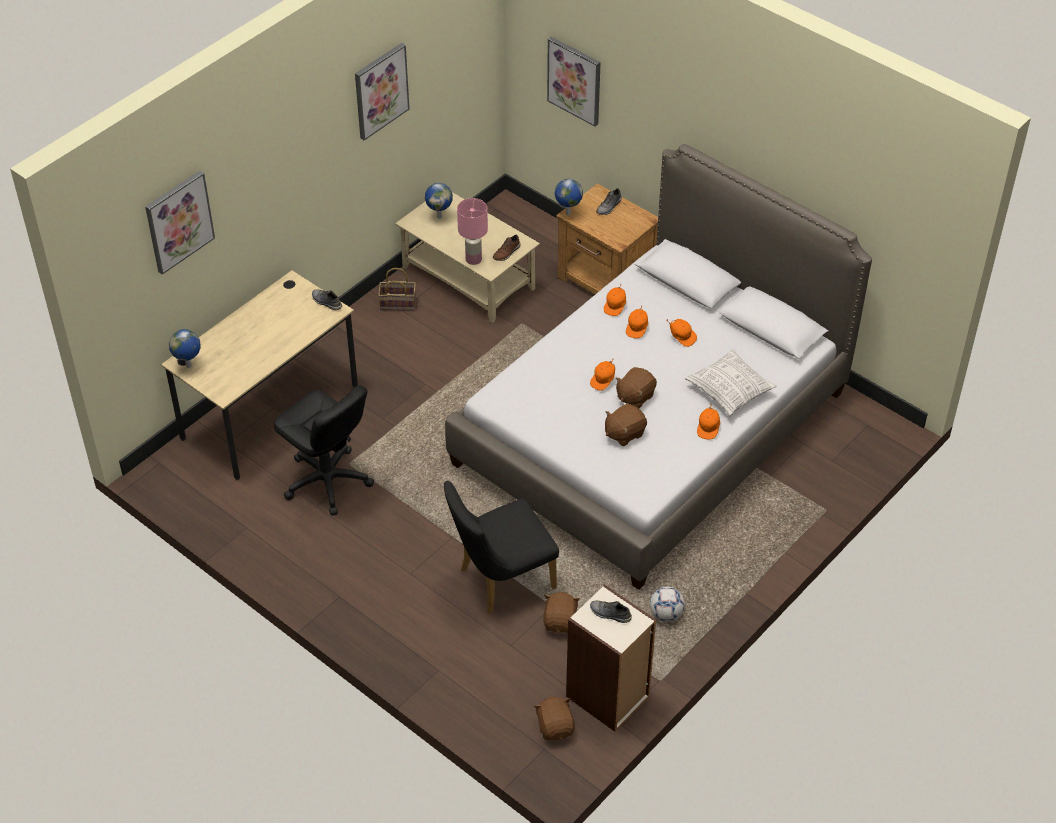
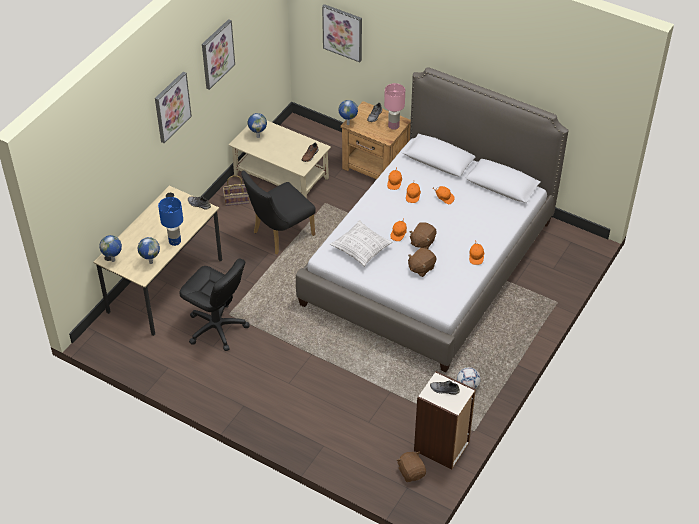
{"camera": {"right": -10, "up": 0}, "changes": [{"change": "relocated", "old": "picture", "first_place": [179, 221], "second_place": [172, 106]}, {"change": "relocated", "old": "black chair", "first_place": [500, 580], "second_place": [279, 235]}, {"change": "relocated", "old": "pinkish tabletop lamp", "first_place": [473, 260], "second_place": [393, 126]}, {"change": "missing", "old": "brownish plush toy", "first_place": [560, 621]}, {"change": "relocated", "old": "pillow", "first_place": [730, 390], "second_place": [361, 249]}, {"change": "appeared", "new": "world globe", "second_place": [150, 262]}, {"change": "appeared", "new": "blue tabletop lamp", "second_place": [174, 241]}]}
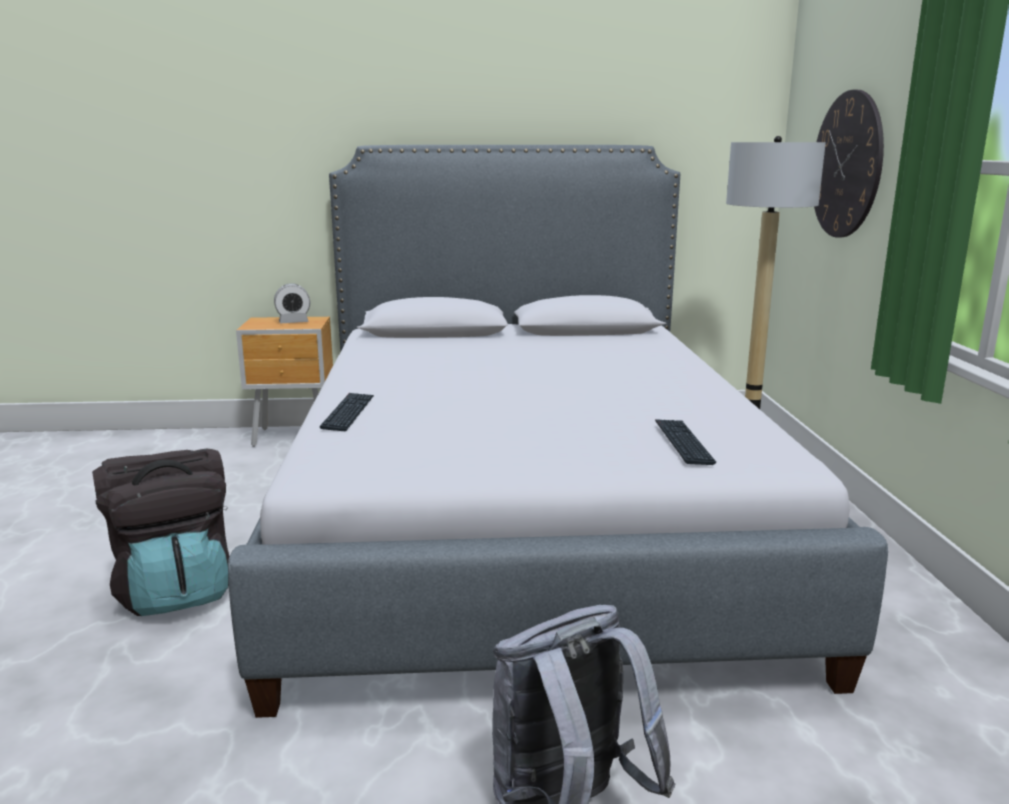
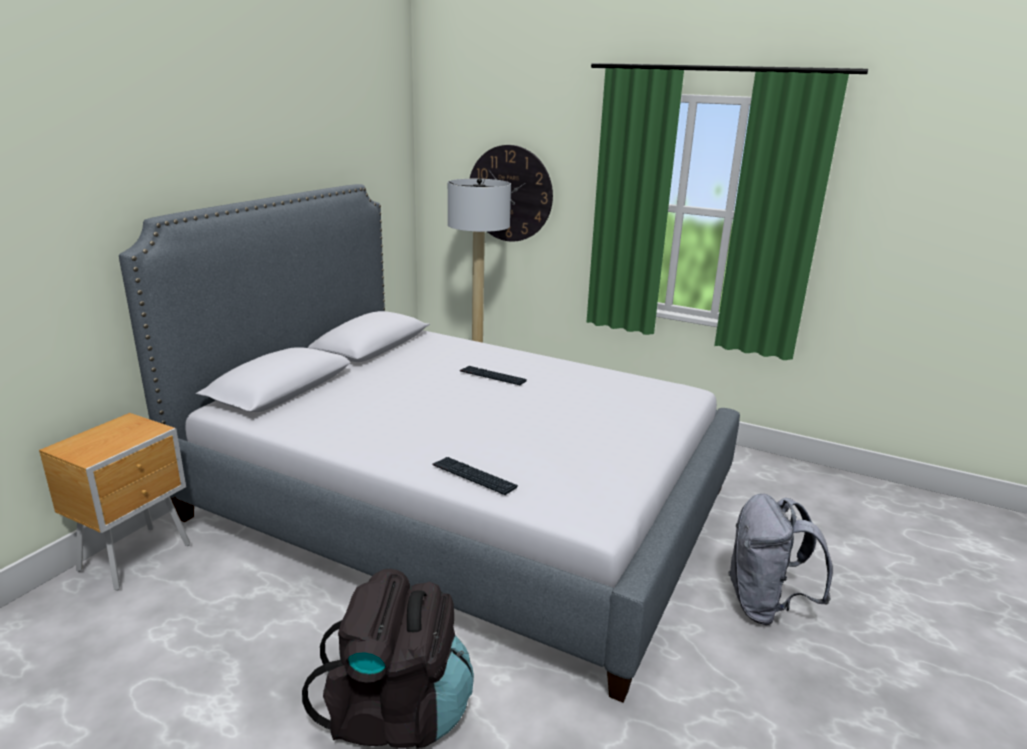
{"camera": {"right": -60, "up": 5}, "changes": [{"change": "missing", "old": "table clock", "first_place": [293, 322]}, {"change": "relocated", "old": "PC keyboard", "first_place": [683, 443], "second_place": [492, 376]}]}
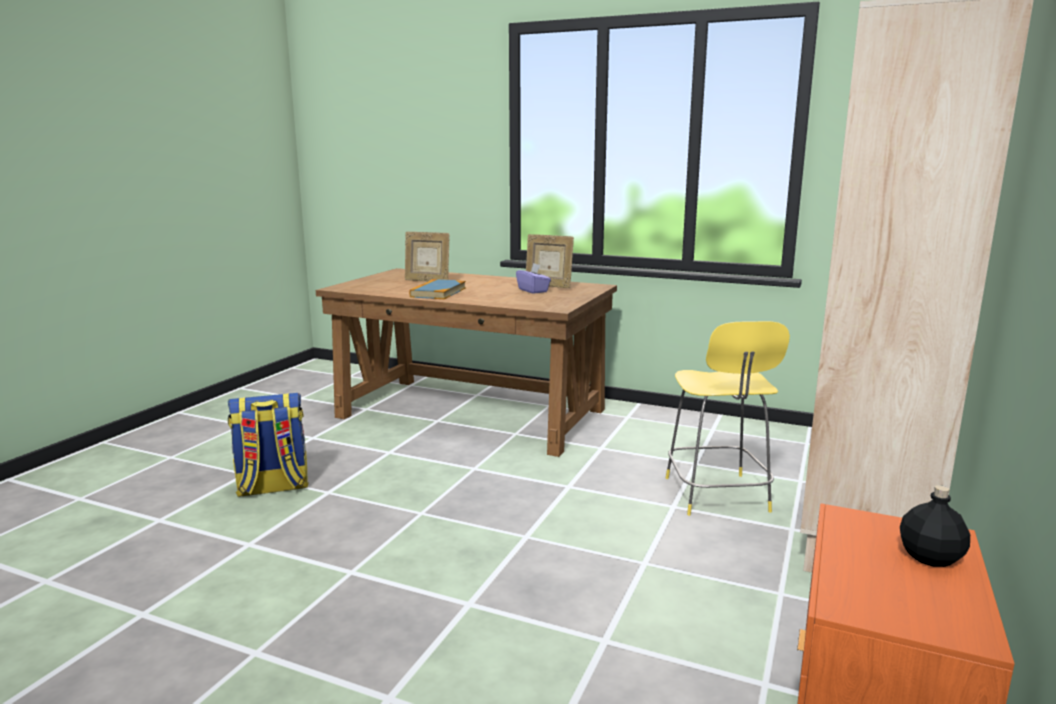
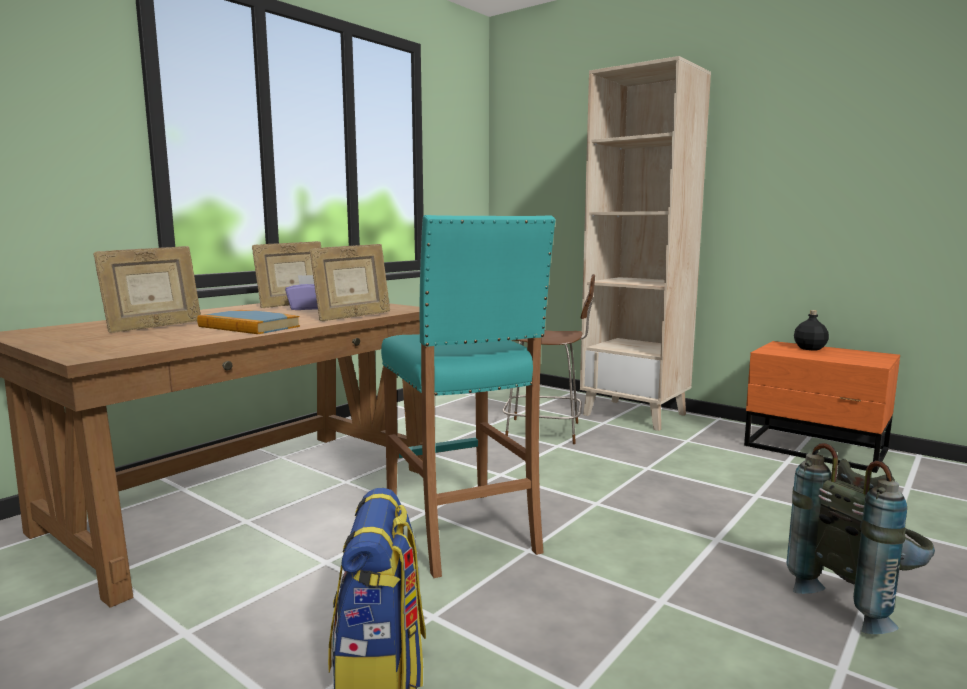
{"camera": {"right": -75, "up": -5}, "changes": [{"change": "colour", "old": "yellowish stool", "new": "brownish stool", "first_place": [717, 496], "second_place": [546, 431]}, {"change": "appeared", "new": "photo frame", "second_place": [353, 317]}, {"change": "appeared", "new": "turquoise-coloured stool", "second_place": [461, 532]}, {"change": "appeared", "new": "grey rucksack", "second_place": [858, 600]}]}
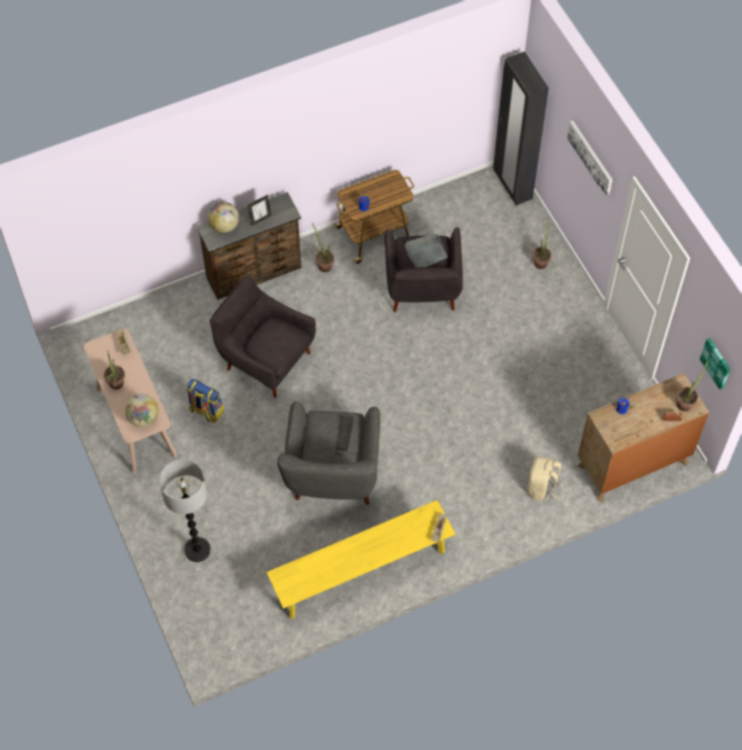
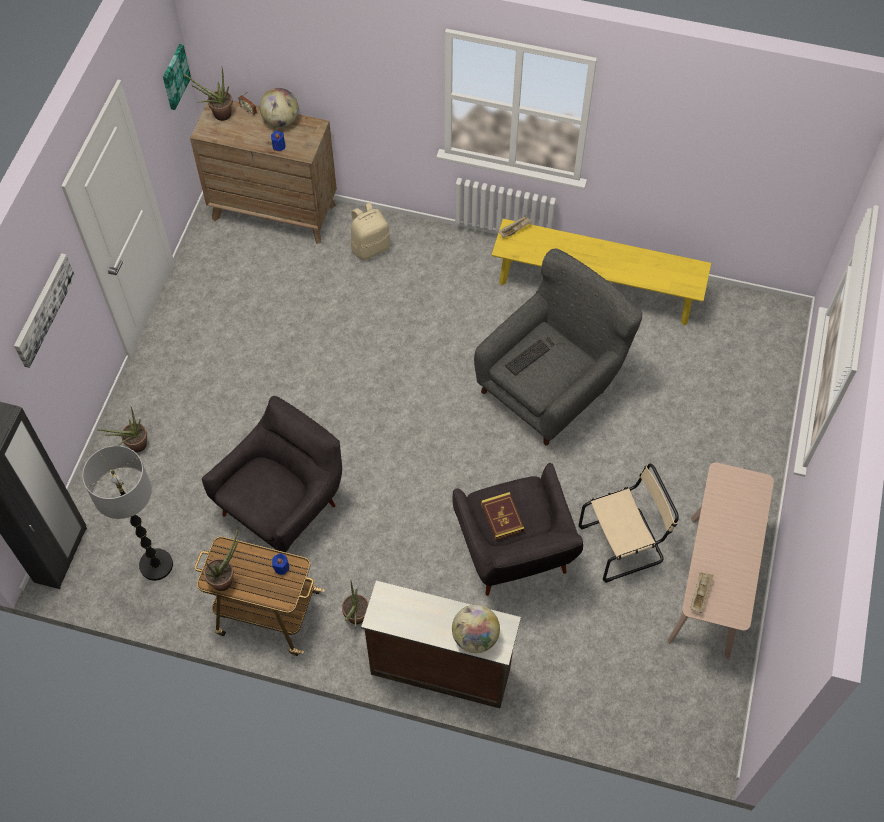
{"camera": {"right": -140, "up": 0}, "changes": [{"change": "relocated", "old": "houseplant", "first_place": [116, 386], "second_place": [225, 578]}, {"change": "relocated", "old": "world globe", "first_place": [143, 418], "second_place": [281, 121]}, {"change": "relocated", "old": "standing lamp", "first_place": [197, 550], "second_place": [156, 565]}, {"change": "exchanged", "old": "rucksack", "new": "beige-coloured chair", "first_place": [206, 410], "second_place": [624, 544]}, {"change": "missing", "old": "photo frame", "first_place": [260, 219]}, {"change": "missing", "old": "grey carrying tray", "first_place": [425, 252]}, {"change": "appeared", "new": "volume", "second_place": [502, 517]}]}
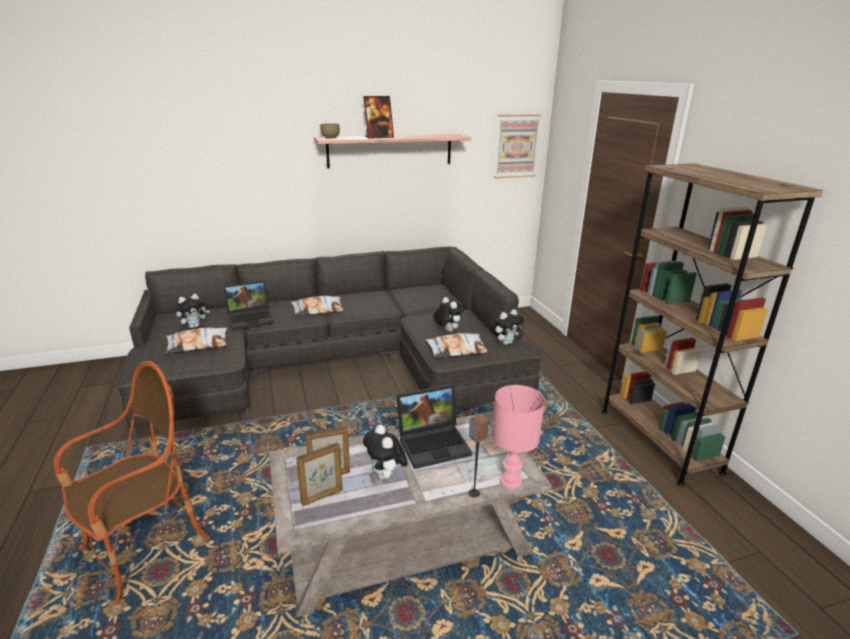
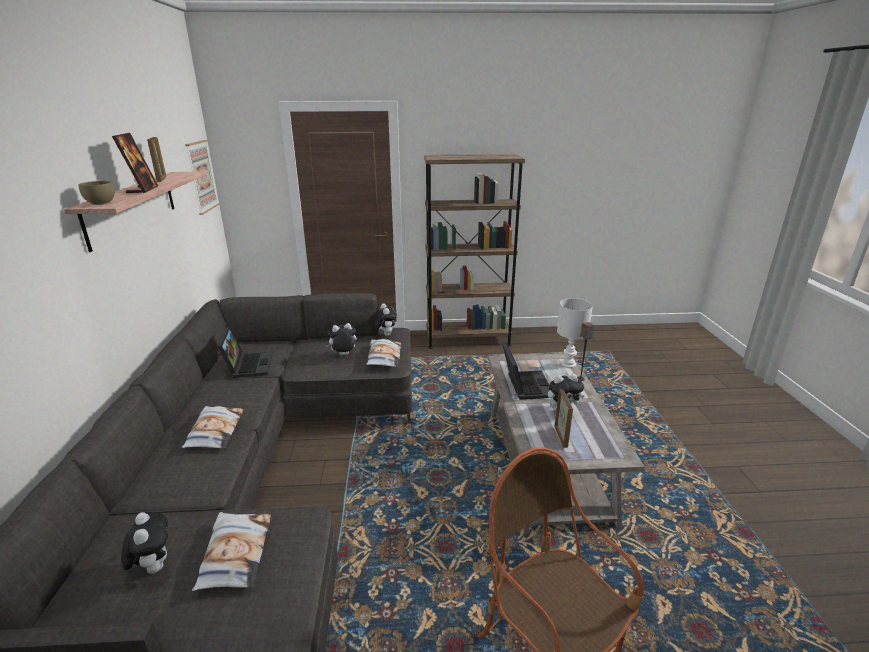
{"camera": {"right": -75, "up": 0}, "changes": [{"change": "relocated", "old": "laptop", "first_place": [251, 318], "second_place": [248, 365]}, {"change": "relocated", "old": "photo frame", "first_place": [322, 496], "second_place": [162, 179]}, {"change": "colour", "old": "pinkish tabletop lamp", "new": "white-coloured tabletop lamp", "first_place": [509, 481], "second_place": [568, 365]}]}
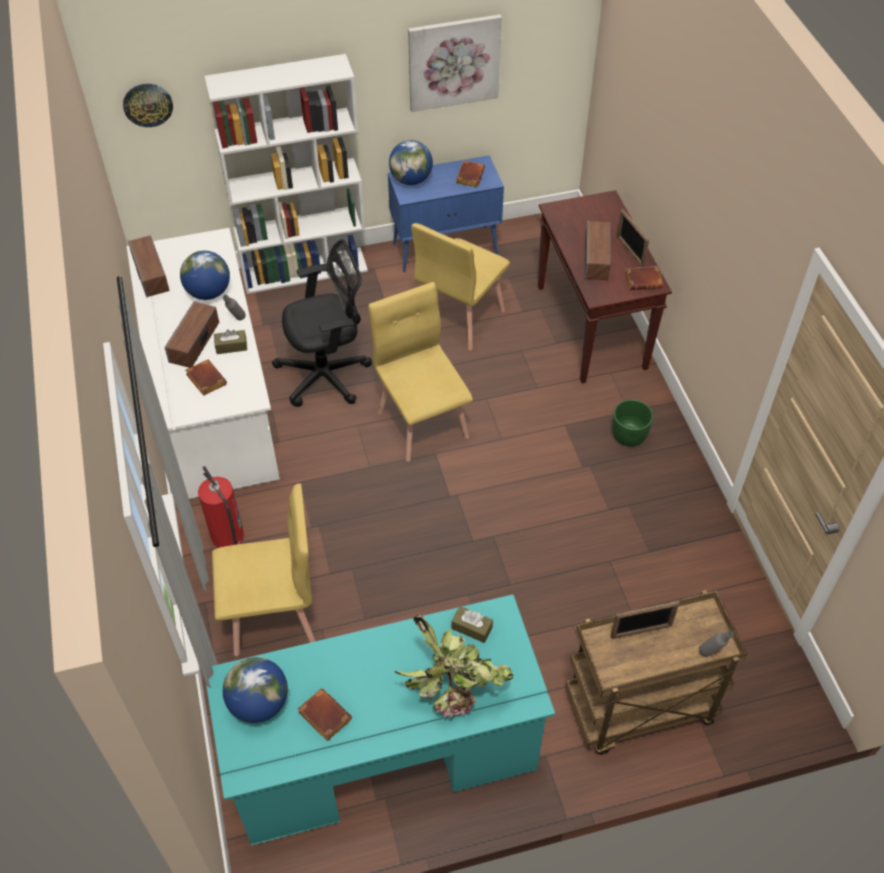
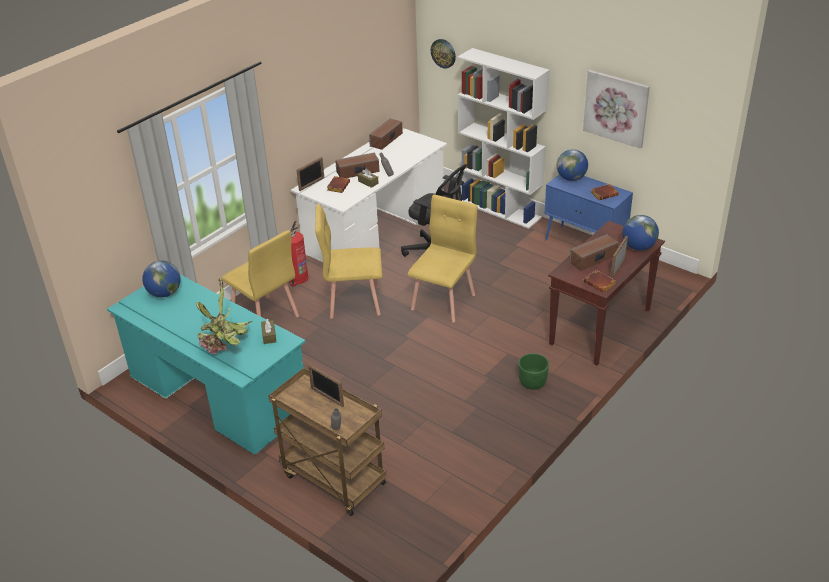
{"camera": {"right": 55, "up": -15}, "changes": [{"change": "relocated", "old": "world globe", "first_place": [209, 292], "second_place": [638, 247]}, {"change": "missing", "old": "brownish volume", "first_place": [323, 716]}, {"change": "relocated", "old": "yellowish chair", "first_place": [460, 318], "second_place": [354, 301]}, {"change": "appeared", "new": "photo frame", "second_place": [312, 184]}]}
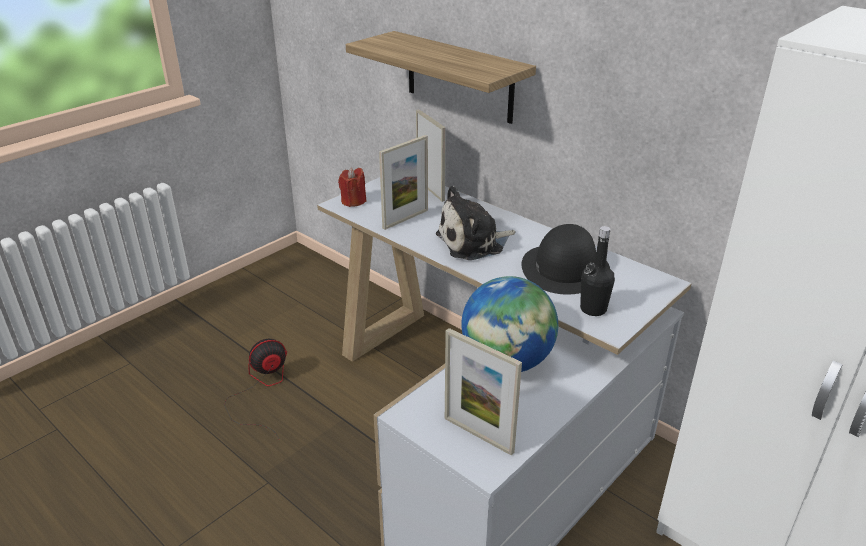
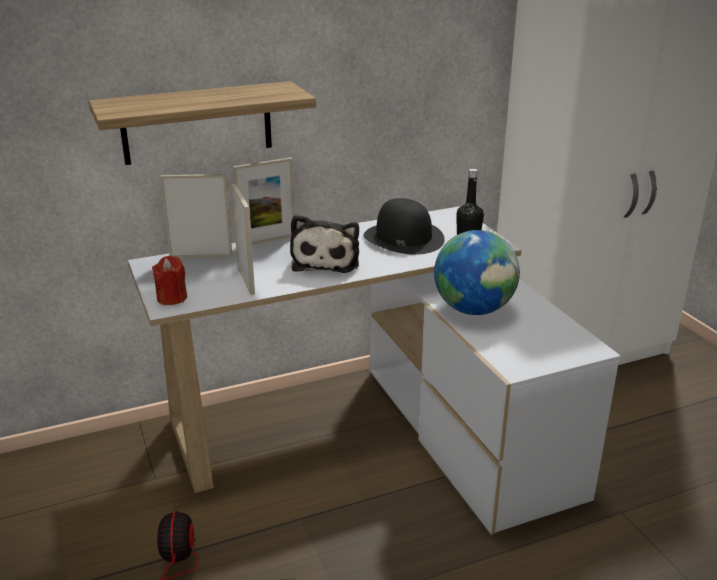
{"camera": {"right": -65, "up": -5}, "changes": [{"change": "relocated", "old": "photo frame", "first_place": [478, 435], "second_place": [267, 240]}]}
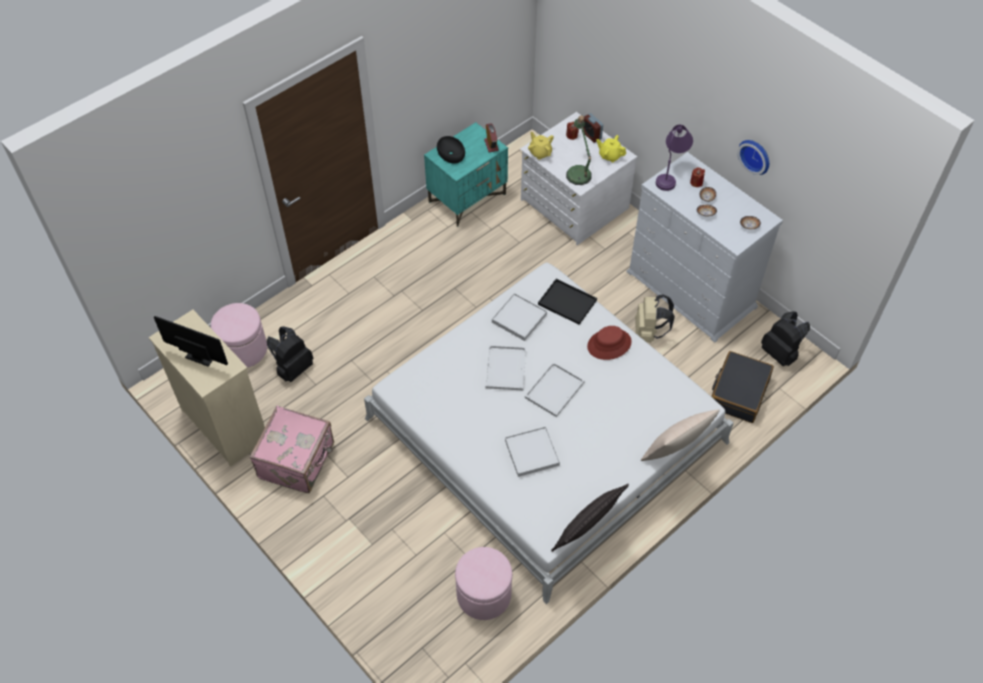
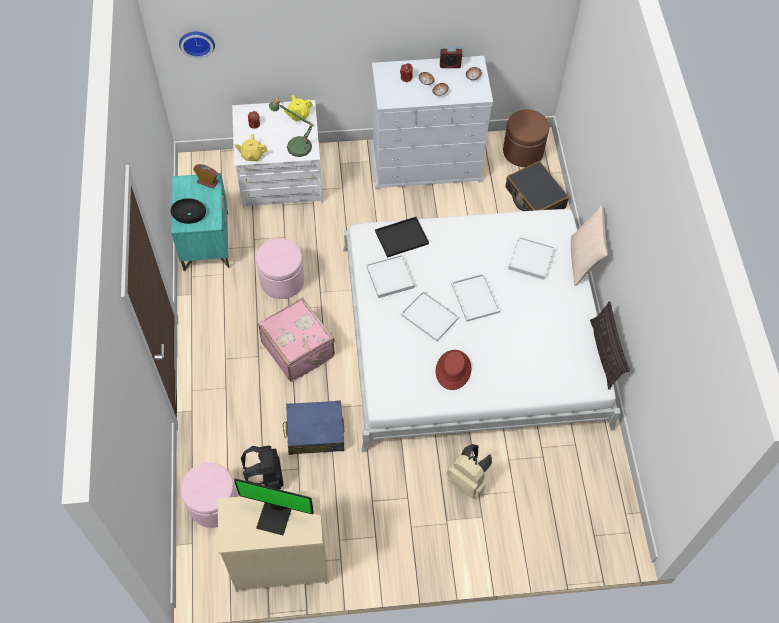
{"camera": {"right": -55, "up": 5}, "changes": [{"change": "spun", "old": "computer display", "first_place": [202, 354], "second_place": [275, 517], "degrees": -135}, {"change": "relocated", "old": "pinkish suitcase", "first_place": [298, 461], "second_place": [299, 349]}, {"change": "relocated", "old": "pinkish pouffe", "first_place": [484, 594], "second_place": [282, 280]}, {"change": "relocated", "old": "white-coloured carrying tray", "first_place": [532, 452], "second_place": [531, 259]}, {"change": "relocated", "old": "table clock", "first_place": [591, 135], "second_place": [450, 64]}, {"change": "relocated", "old": "red hat", "first_place": [609, 344], "second_place": [453, 370]}, {"change": "relocated", "old": "beige-coloured rucksack", "first_place": [649, 332], "second_place": [468, 481]}, {"change": "missing", "old": "purple tabletop lamp", "first_place": [671, 174]}, {"change": "relocated", "old": "clock on the wall", "first_place": [756, 155], "second_place": [196, 42]}, {"change": "exchanged", "old": "black rucksack", "new": "brownish pouffe", "first_place": [780, 353], "second_place": [523, 151]}, {"change": "appeared", "new": "blue suitcase", "second_place": [315, 432]}]}
